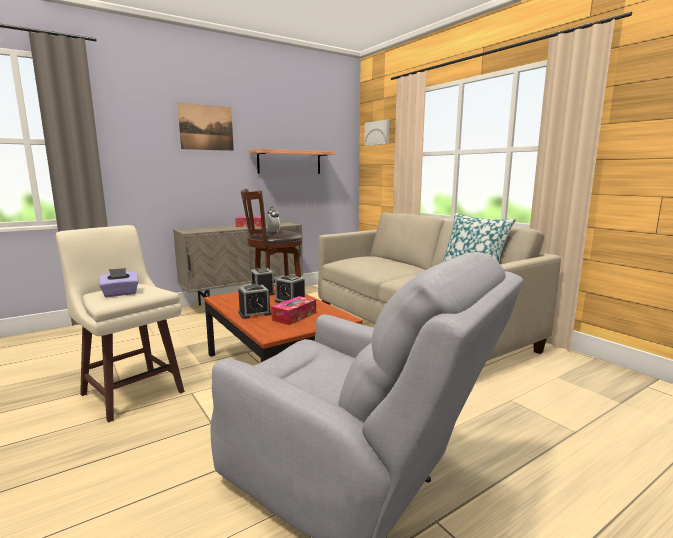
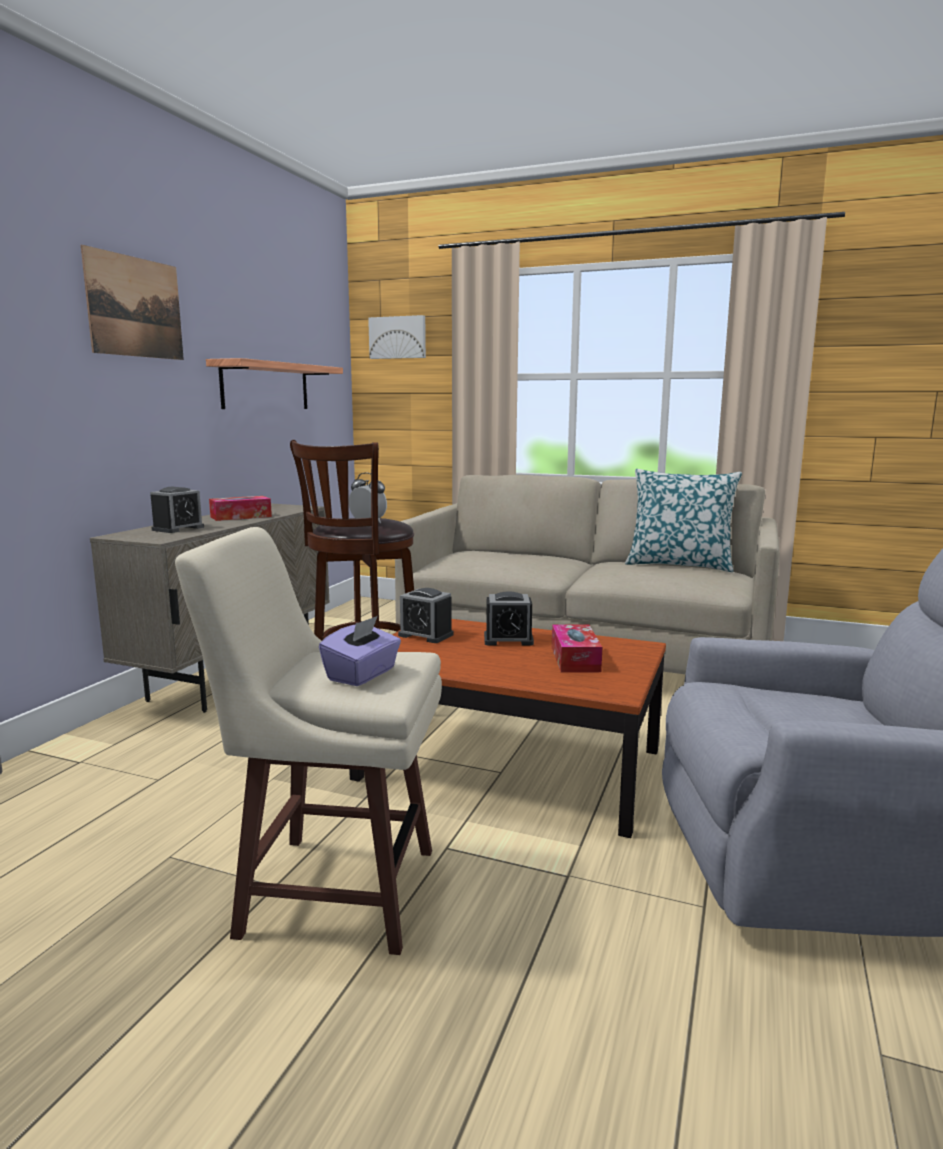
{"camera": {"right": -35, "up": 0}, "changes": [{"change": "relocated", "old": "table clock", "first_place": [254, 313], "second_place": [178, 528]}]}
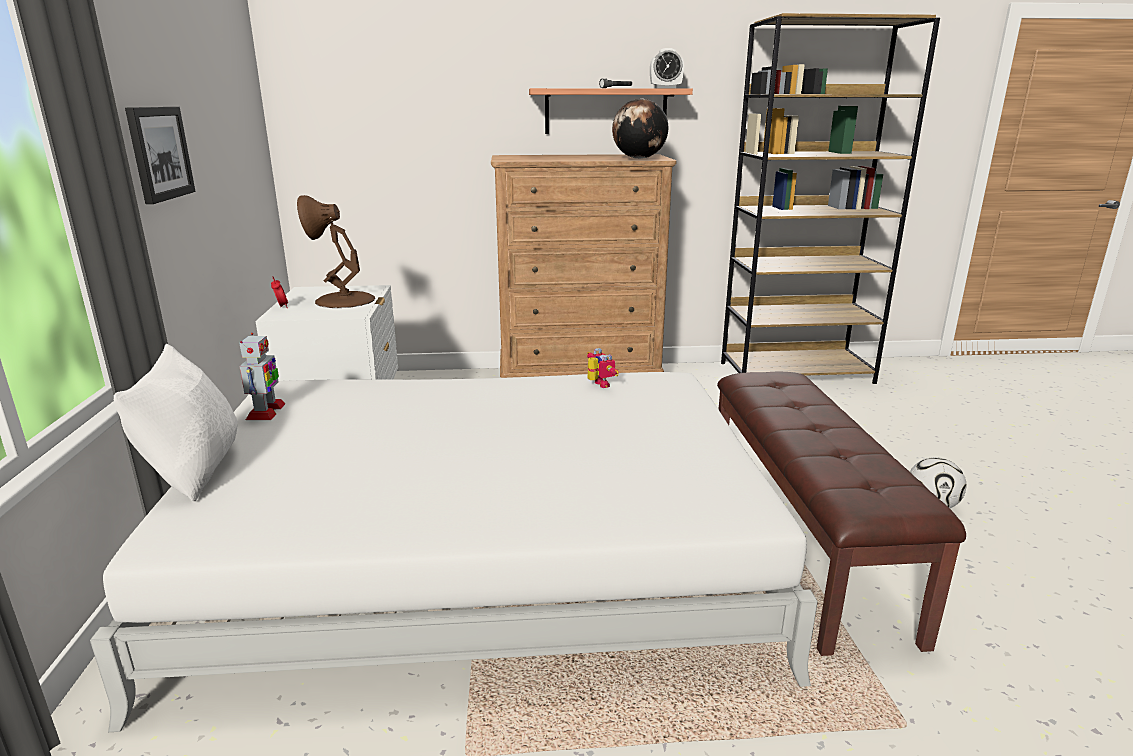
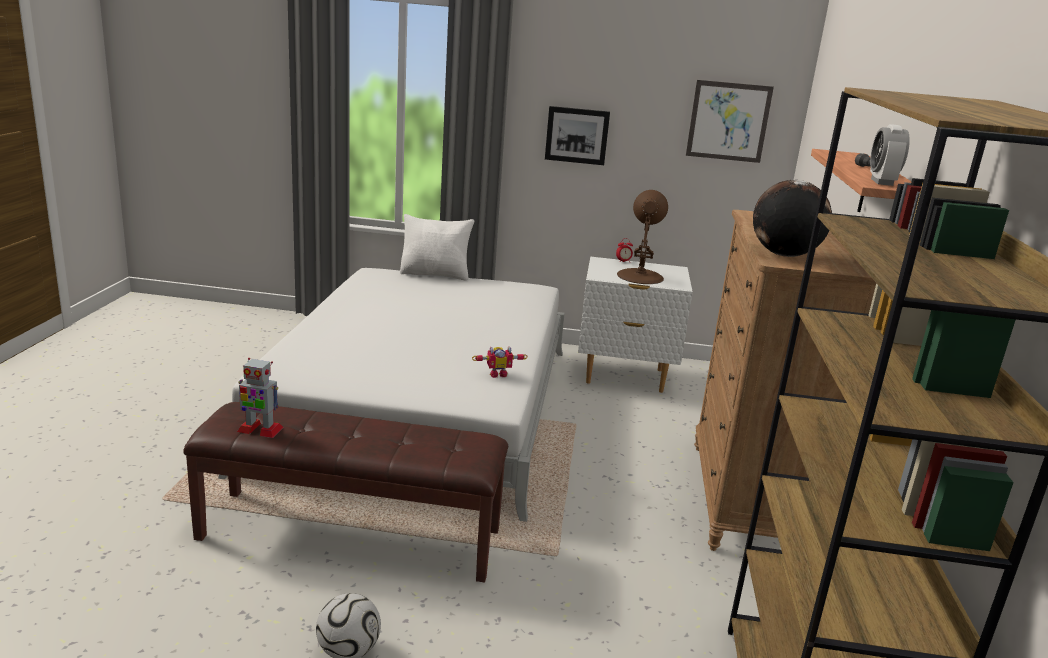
{"camera": {"right": 100, "up": 0}, "changes": [{"change": "relocated", "old": "toy robot", "first_place": [266, 412], "second_place": [259, 429]}, {"change": "appeared", "new": "picture", "second_place": [728, 121]}]}
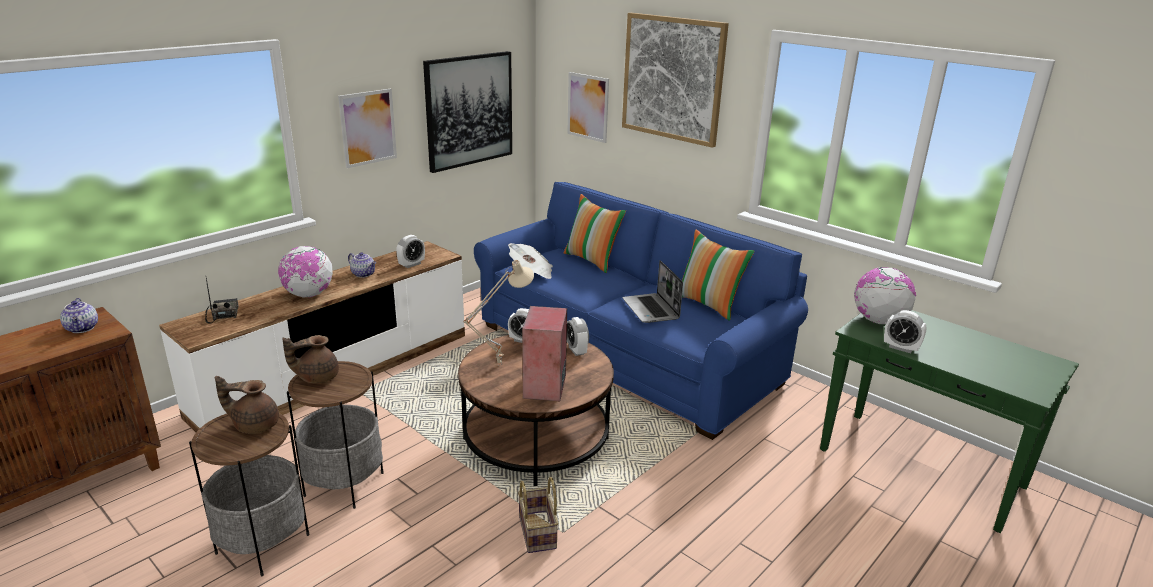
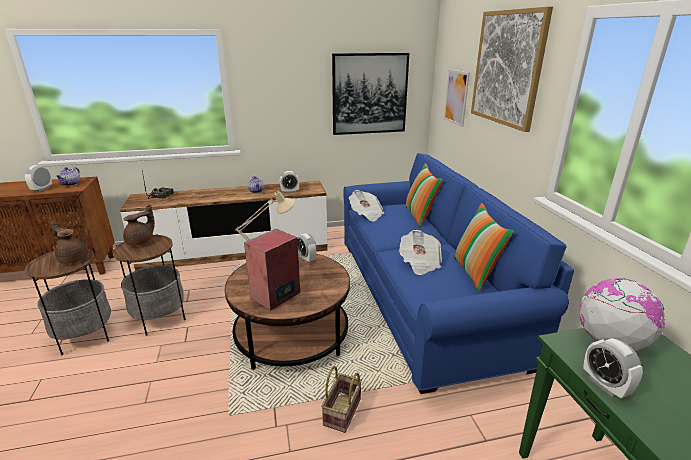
{"camera": {"right": 35, "up": 0}, "changes": [{"change": "missing", "old": "world globe", "first_place": [309, 295]}, {"change": "spun", "old": "brownish teapot", "first_place": [316, 377], "second_place": [141, 241], "degrees": 120}, {"change": "missing", "old": "picture", "first_place": [368, 128]}, {"change": "relocated", "old": "household basket", "first_place": [538, 533], "second_place": [342, 413]}, {"change": "relocated", "old": "table clock", "first_place": [576, 350], "second_place": [42, 189]}, {"change": "exchanged", "old": "laptop", "new": "newspaper", "first_place": [651, 309], "second_place": [419, 263]}]}
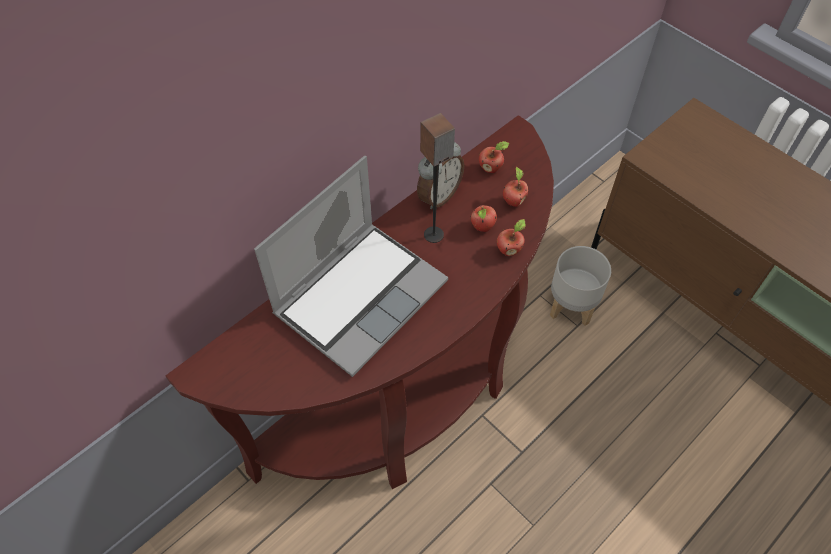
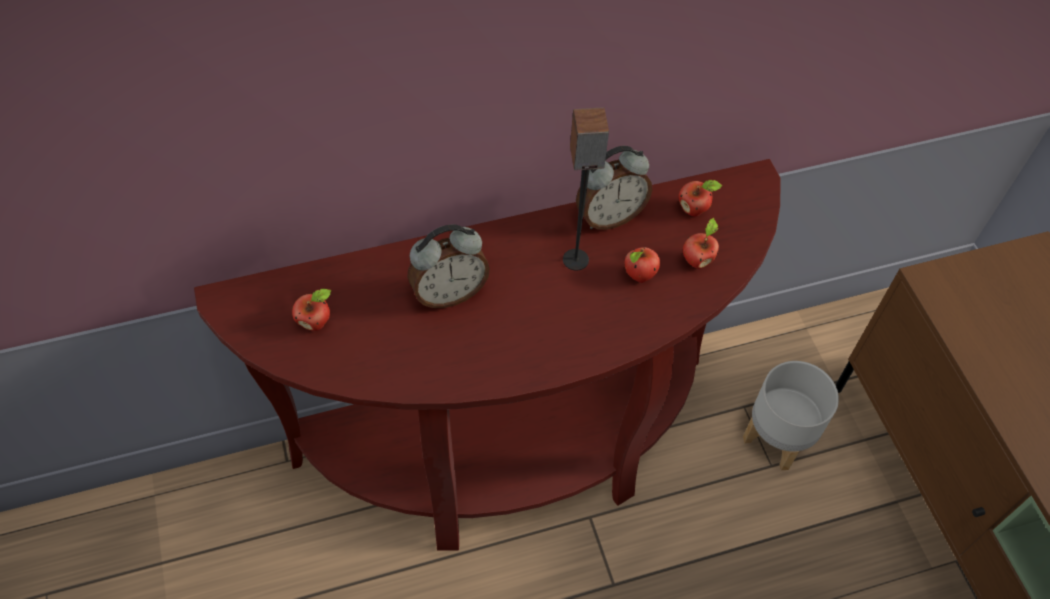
{"camera": {"right": 25, "up": 0}, "changes": [{"change": "exchanged", "old": "laptop", "new": "table clock", "first_place": [360, 295], "second_place": [449, 293]}, {"change": "relocated", "old": "whole apple", "first_place": [509, 250], "second_place": [316, 322]}]}
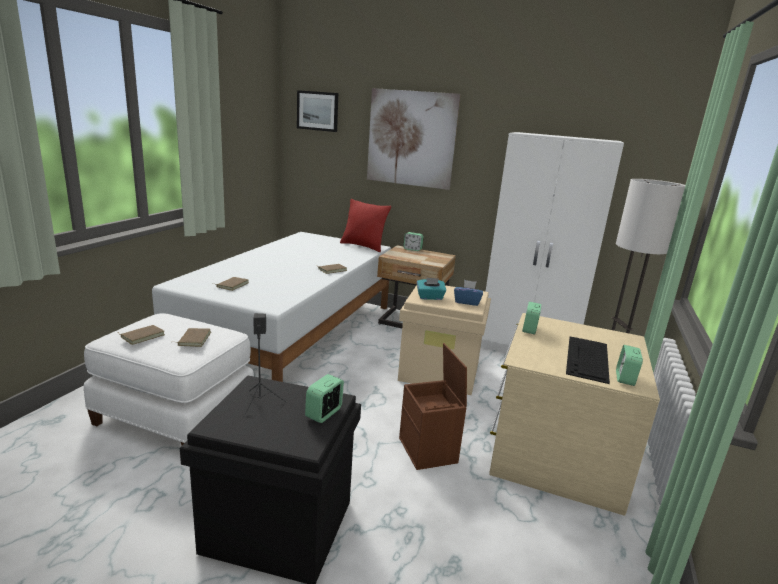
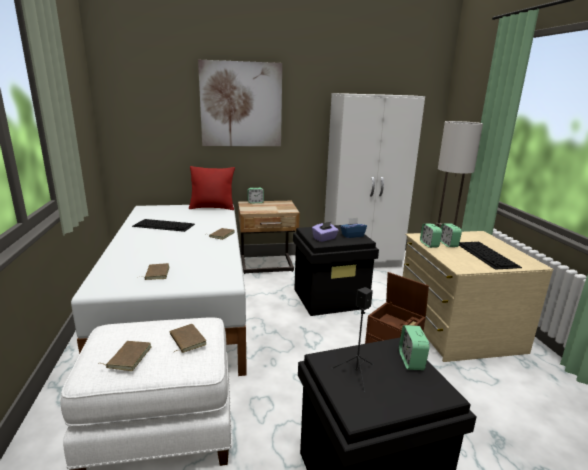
{"camera": {"right": -30, "up": 0}, "changes": [{"change": "missing", "old": "picture", "first_place": [317, 111]}, {"change": "colour", "old": "beige-coloured storage container", "new": "black storage container", "first_place": [440, 372], "second_place": [330, 298]}, {"change": "colour", "old": "turquoise-coloured box of tissues", "new": "purple box of tissues", "first_place": [430, 297], "second_place": [324, 238]}, {"change": "relocated", "old": "table clock", "first_place": [625, 378], "second_place": [448, 244]}, {"change": "appeared", "new": "PC keyboard", "second_place": [164, 225]}]}
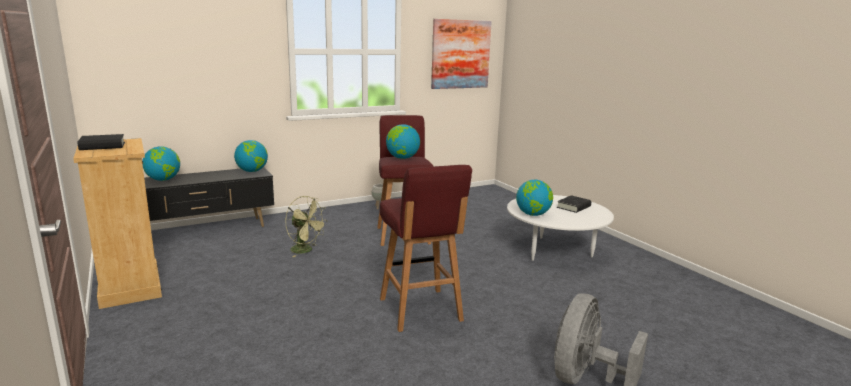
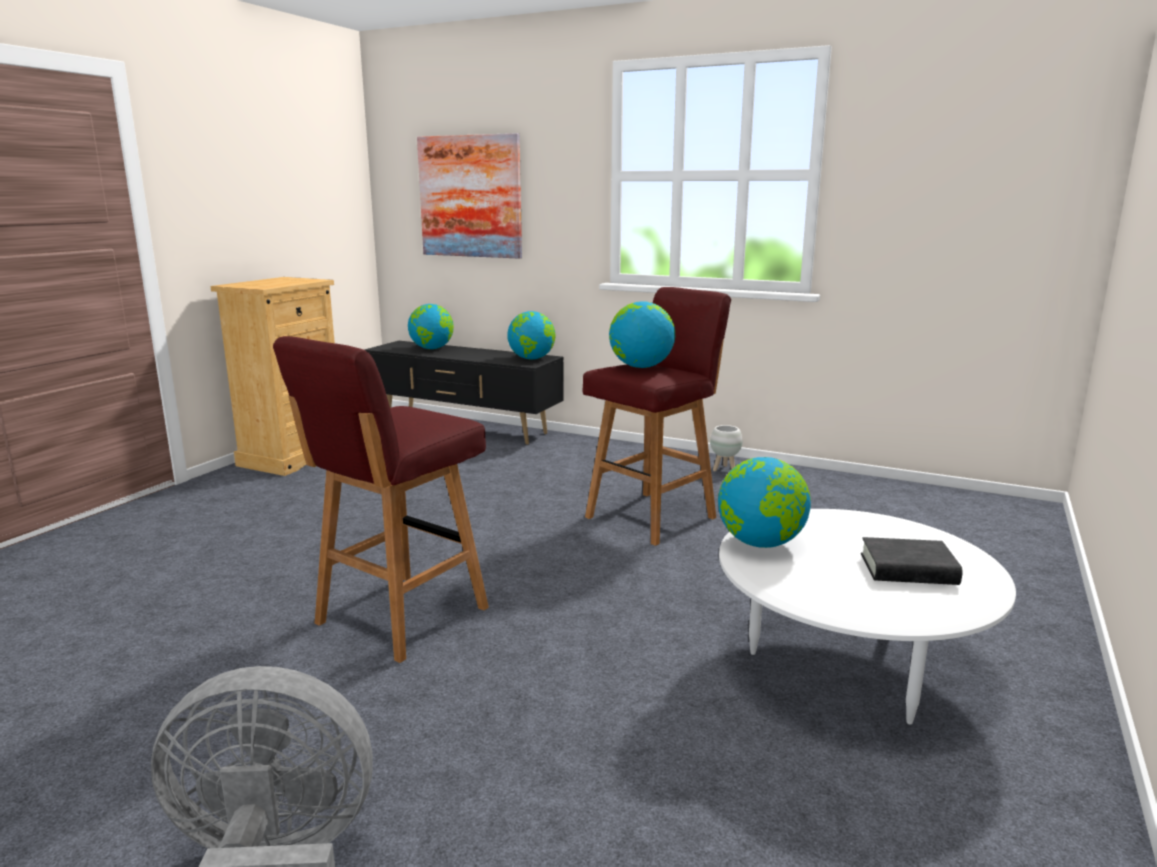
{"camera": {"right": 55, "up": 0}, "changes": [{"change": "missing", "old": "black volume", "first_place": [102, 146]}, {"change": "missing", "old": "green electric fan", "first_place": [305, 250]}, {"change": "relocated", "old": "picture", "first_place": [460, 54], "second_place": [470, 196]}]}
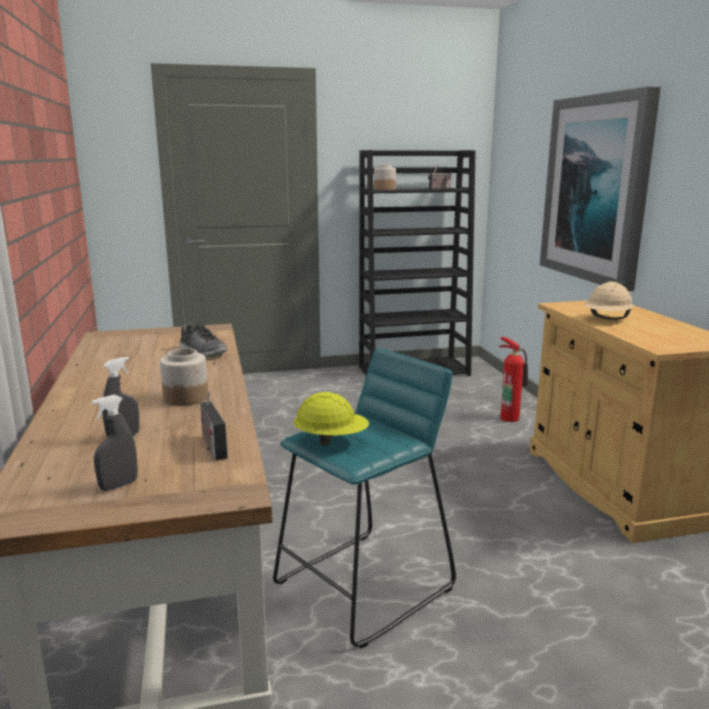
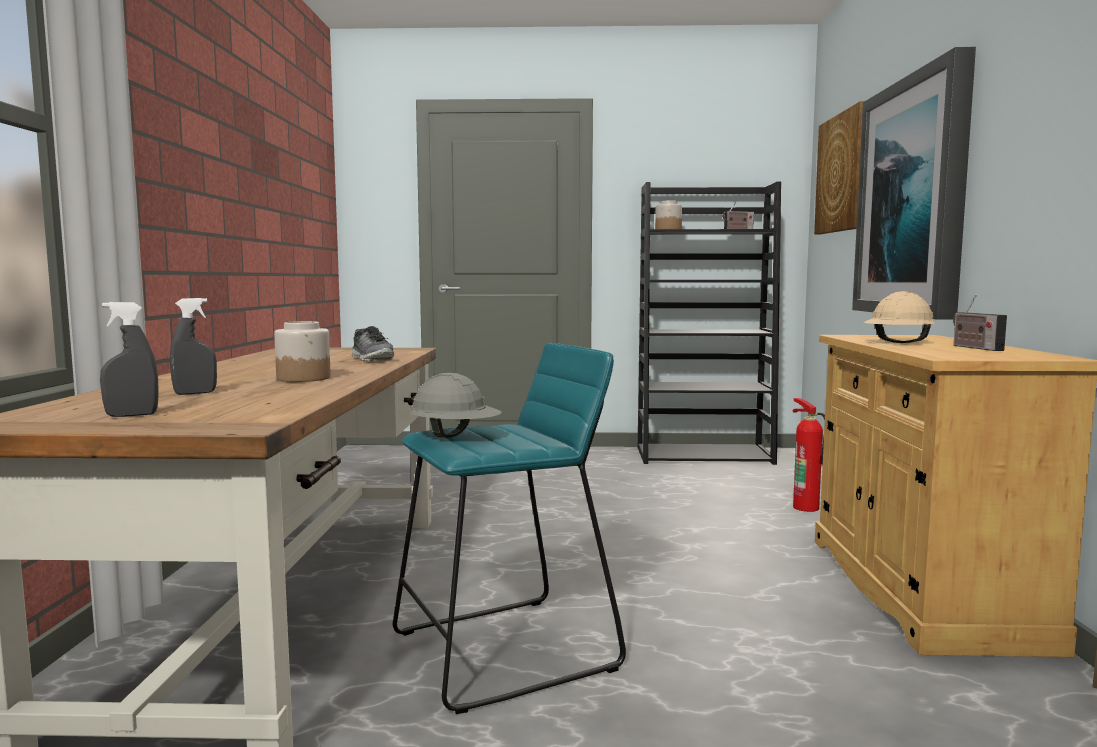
{"camera": {"right": 15, "up": -10}, "changes": [{"change": "relocated", "old": "radio set", "first_place": [212, 445], "second_place": [974, 347]}, {"change": "colour", "old": "yellowish work helmet", "new": "grey work helmet", "first_place": [331, 440], "second_place": [456, 436]}, {"change": "appeared", "new": "picture", "second_place": [842, 173]}]}
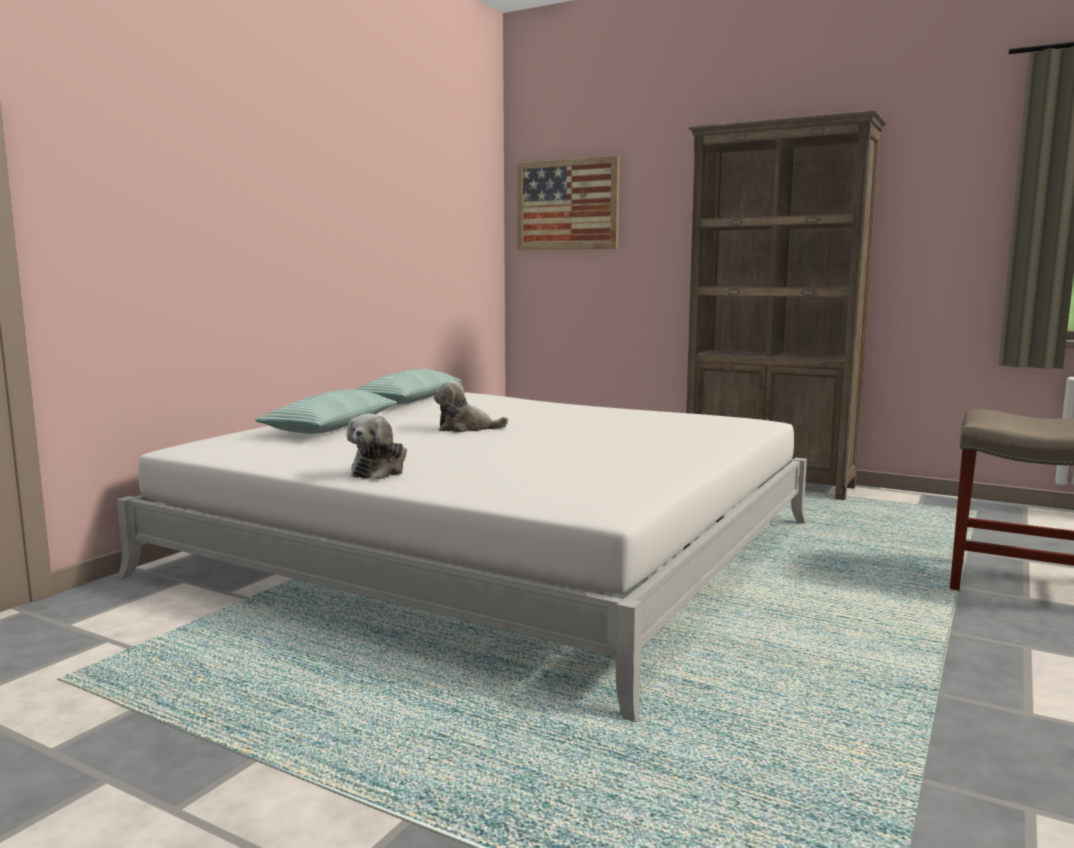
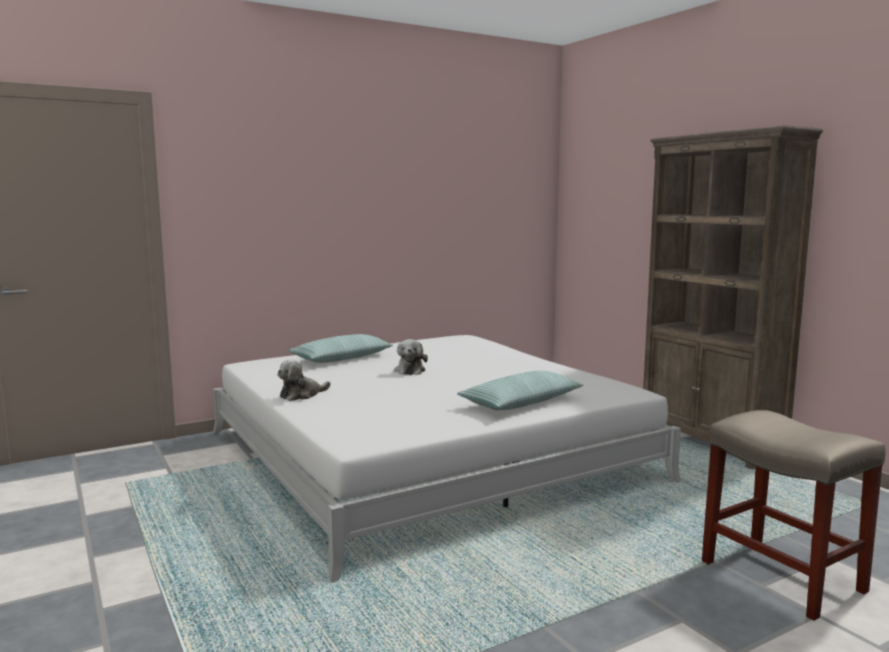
{"camera": {"right": 30, "up": 0}, "changes": [{"change": "relocated", "old": "pillow", "first_place": [408, 400], "second_place": [521, 403]}, {"change": "spun", "old": "plush toy", "first_place": [466, 428], "second_place": [410, 370], "degrees": -120}, {"change": "missing", "old": "picture", "first_place": [567, 204]}]}
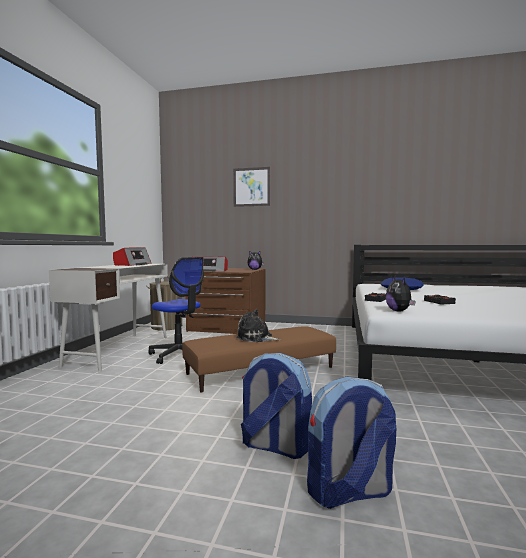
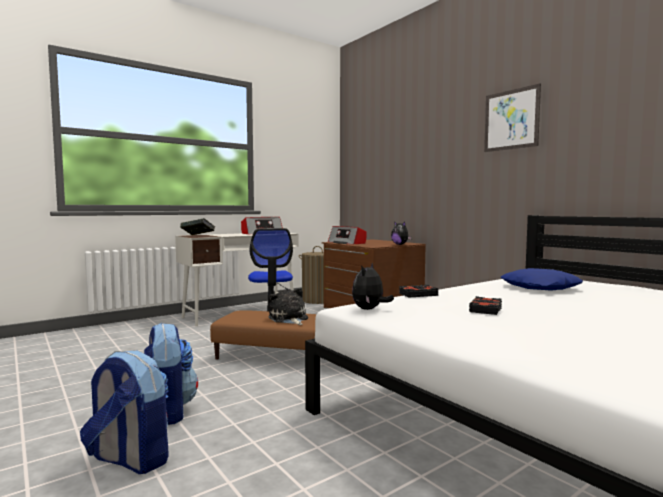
{"camera": {"right": 40, "up": 0}, "changes": [{"change": "relocated", "old": "picture", "first_place": [251, 187], "second_place": [511, 119]}, {"change": "appeared", "new": "volume", "second_place": [198, 236]}]}
